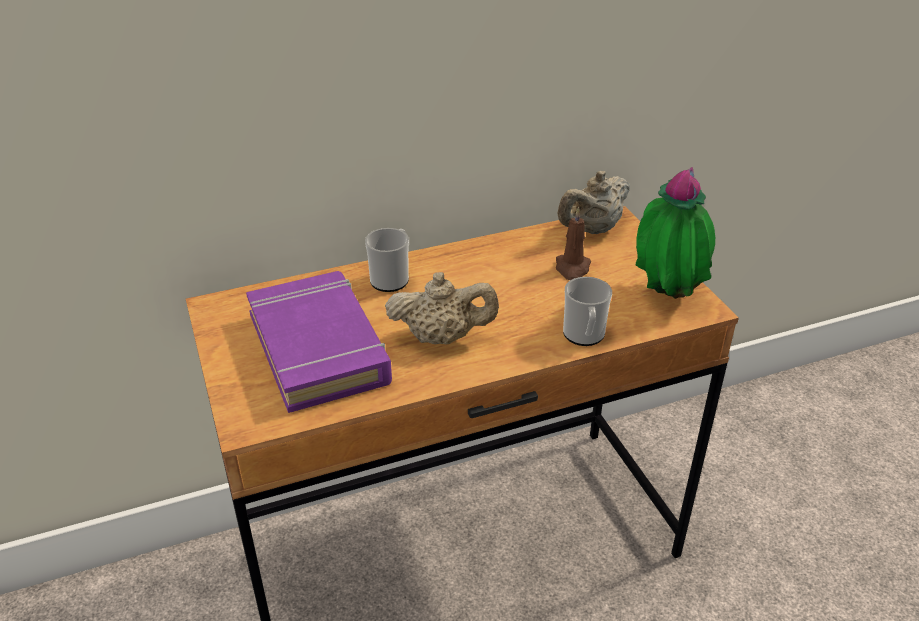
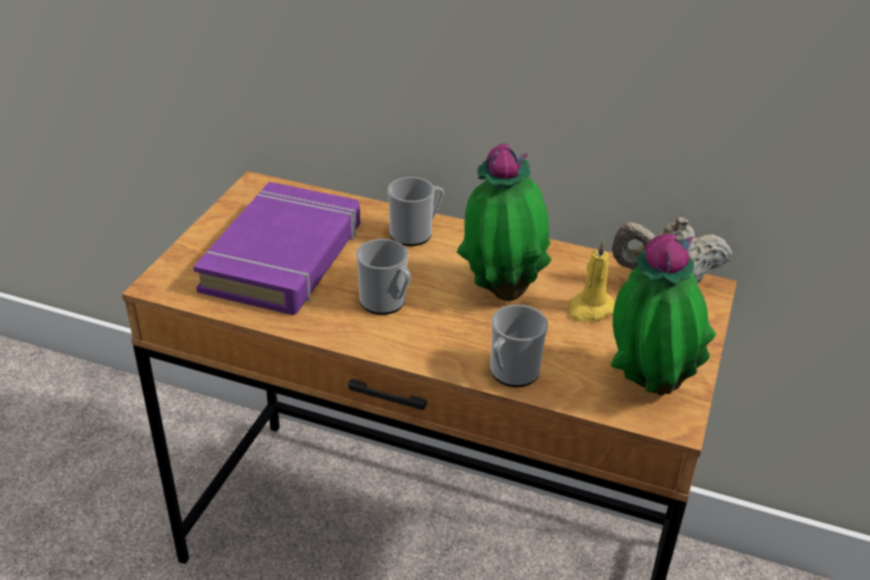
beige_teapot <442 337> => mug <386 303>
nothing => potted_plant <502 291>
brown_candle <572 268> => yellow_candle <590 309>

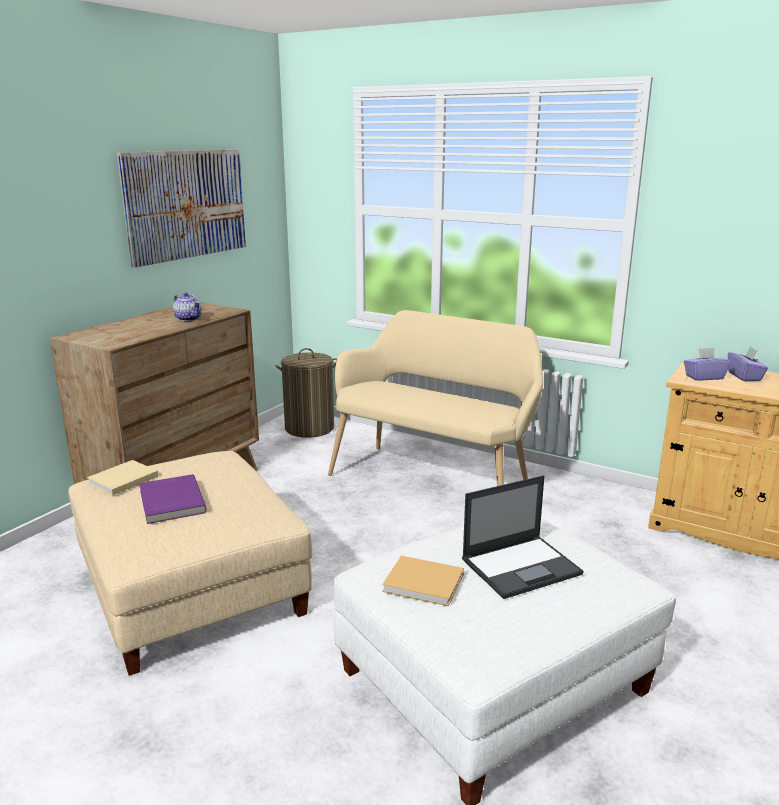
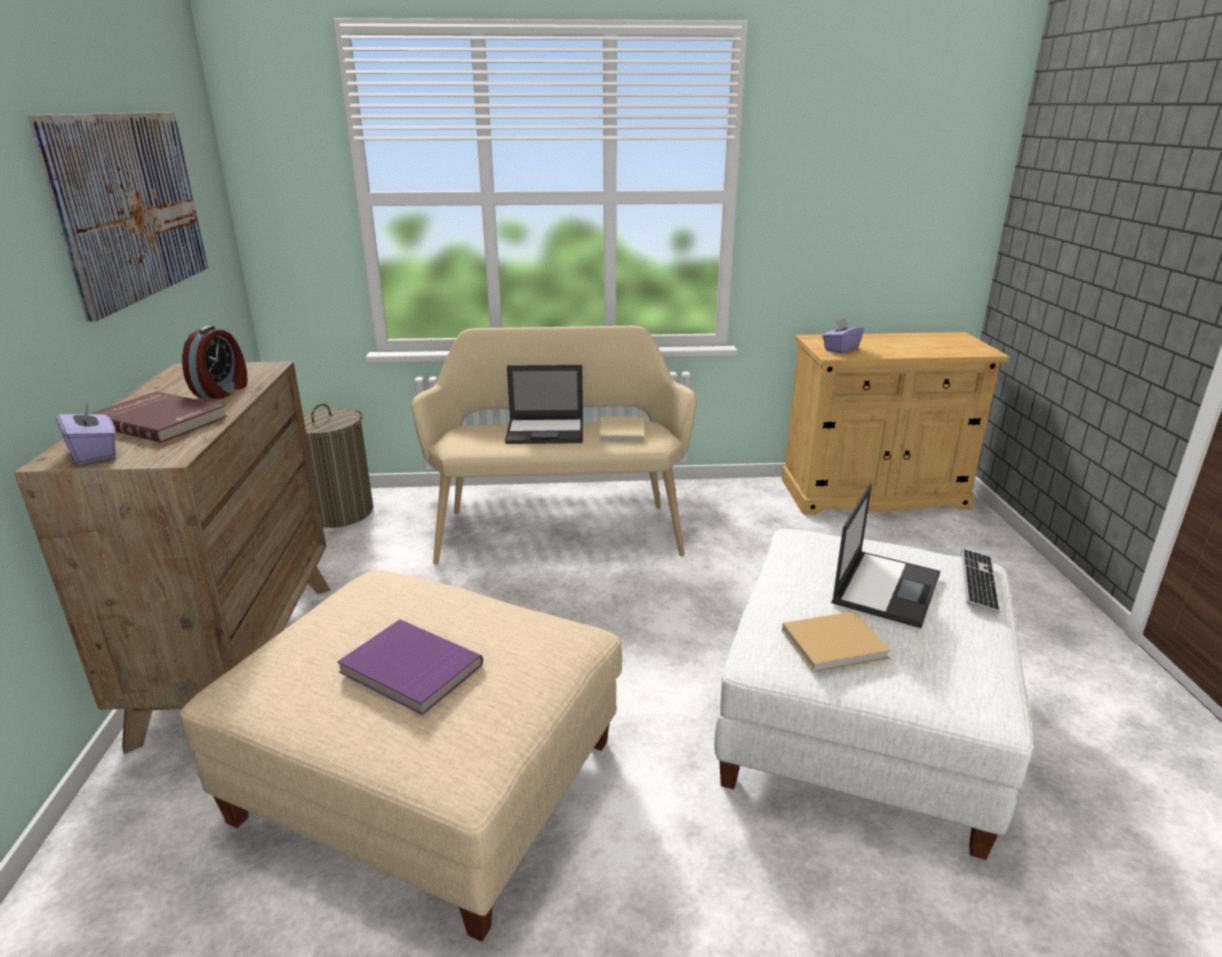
purple_tissue_box <745 376> => purple_tissue_box <94 453>, move
nothing => red_book <161 420>
teapot <188 319> => alarm_clock <222 391>
nothing => laptop <546 431>
beige_book <121 480> => beige_book <622 432>, move
nothing => keyboard <978 582>

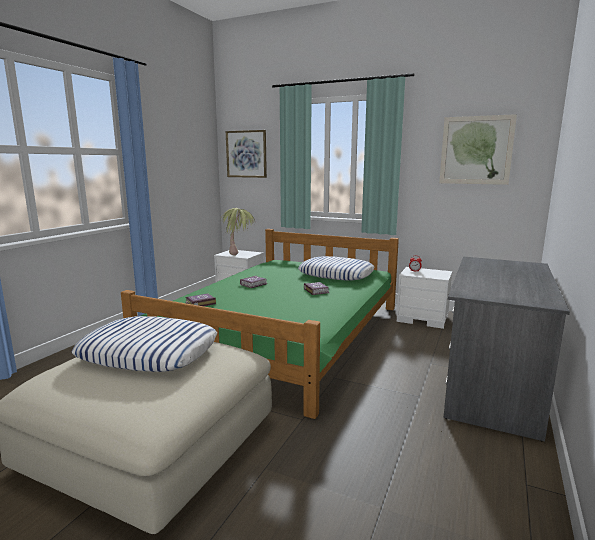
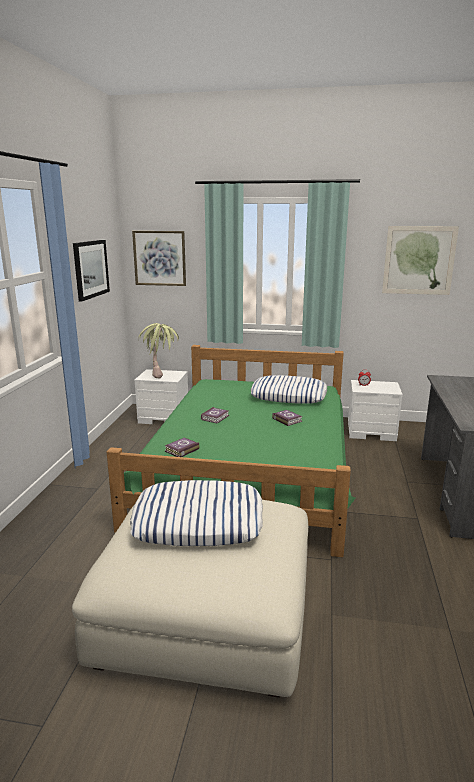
nothing => picture <91 269>

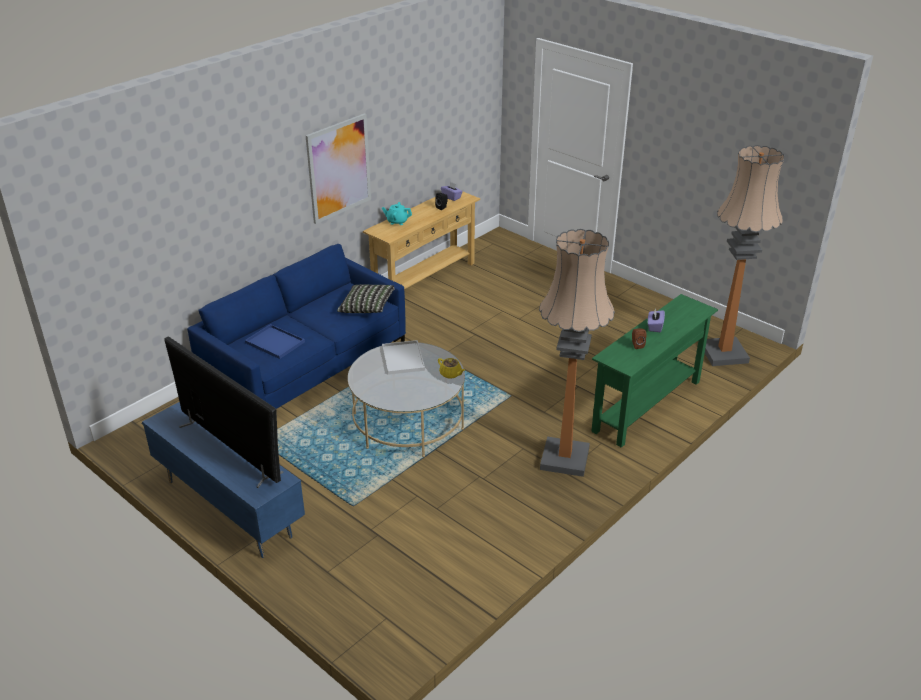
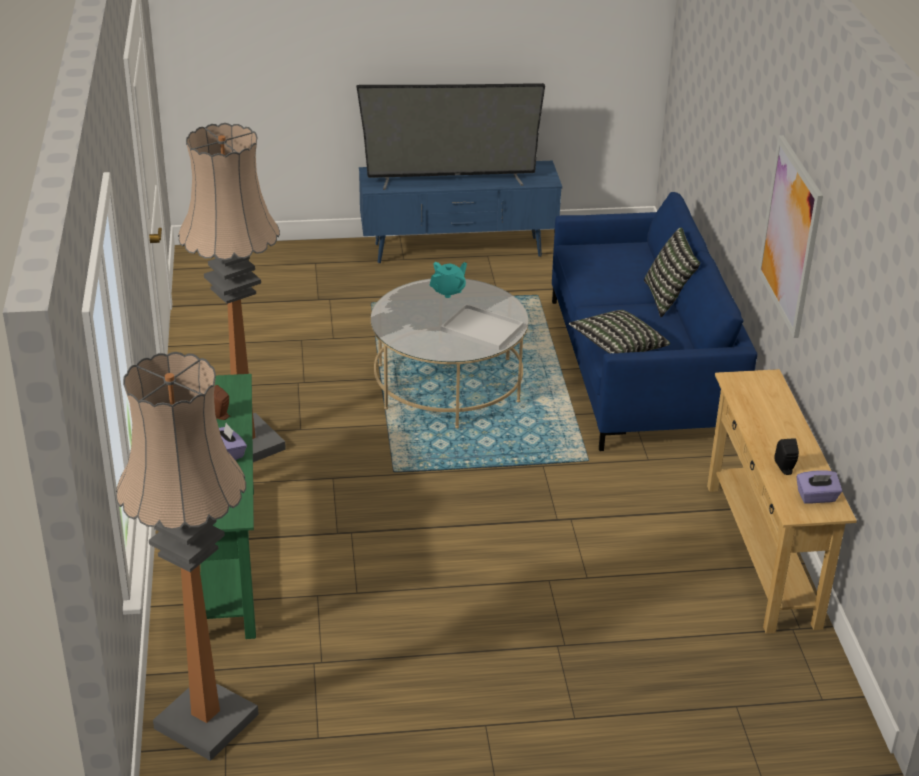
turquoise_teapot <397 221> => turquoise_teapot <448 291>, move
nothing => pillow <668 297>
blue_tray <276 342> => nothing
yellow_teapot <451 374> => nothing

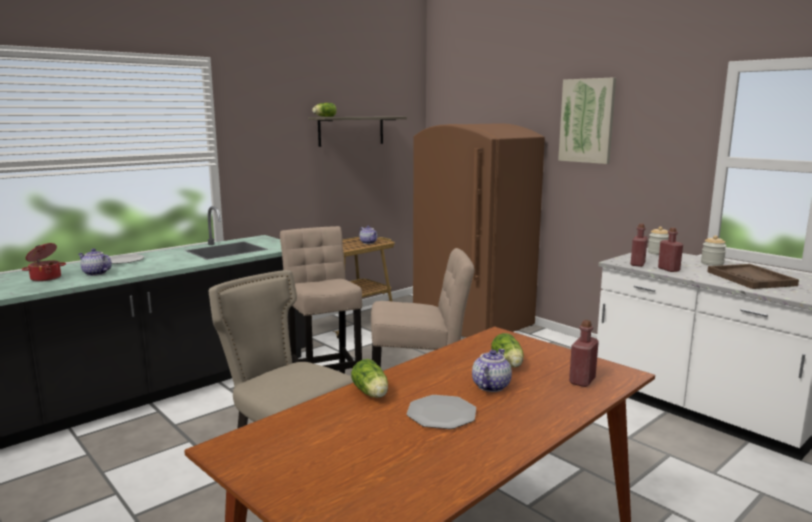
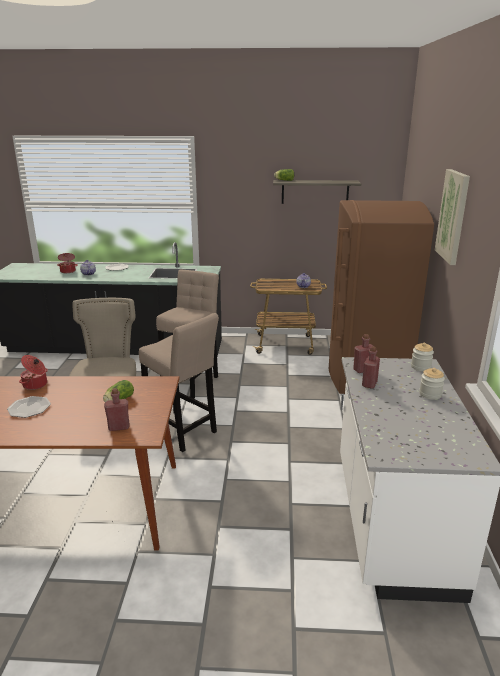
lettuce <371 394> => cooking_pot <35 385>
teapot <490 386> => nothing
brown_tray <751 278> => nothing

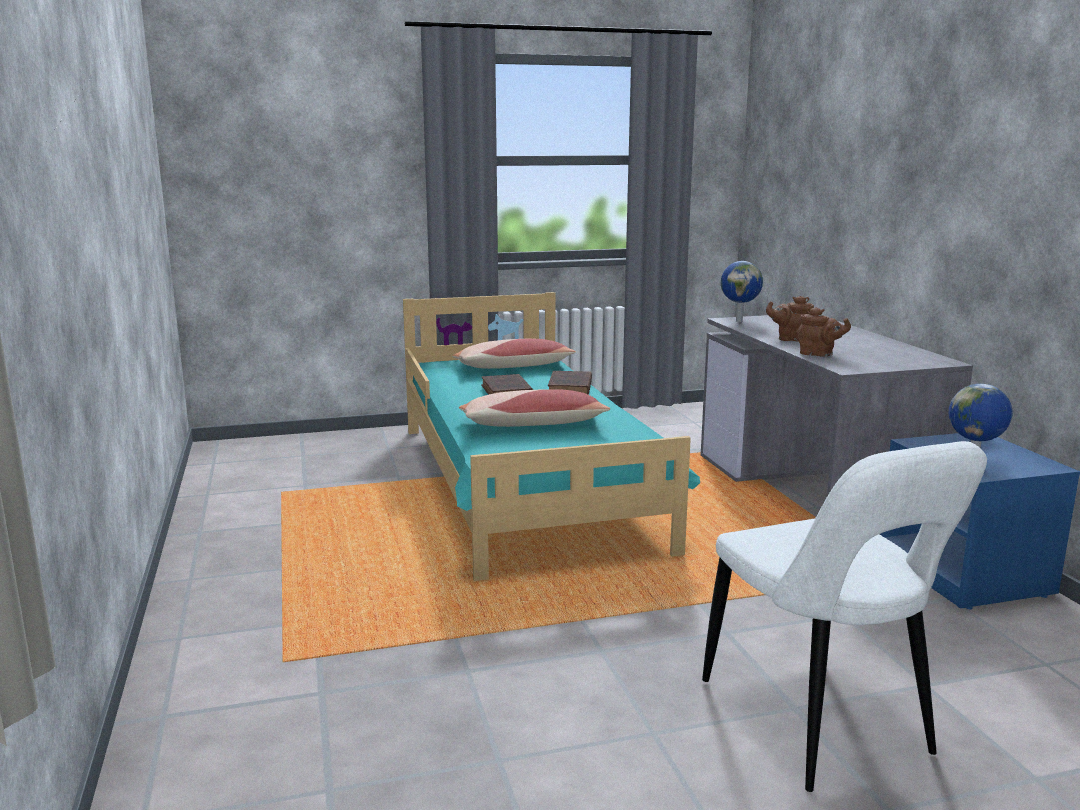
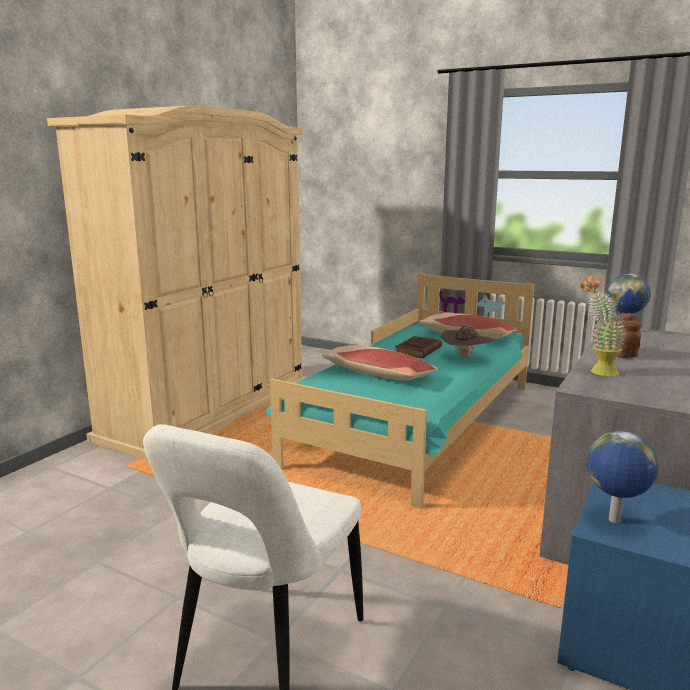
nothing => beige_wardrobe <209 409>
brown_book <570 388> => brown_hat <465 358>
brown_teapot <819 354> => potted_plant <596 371>

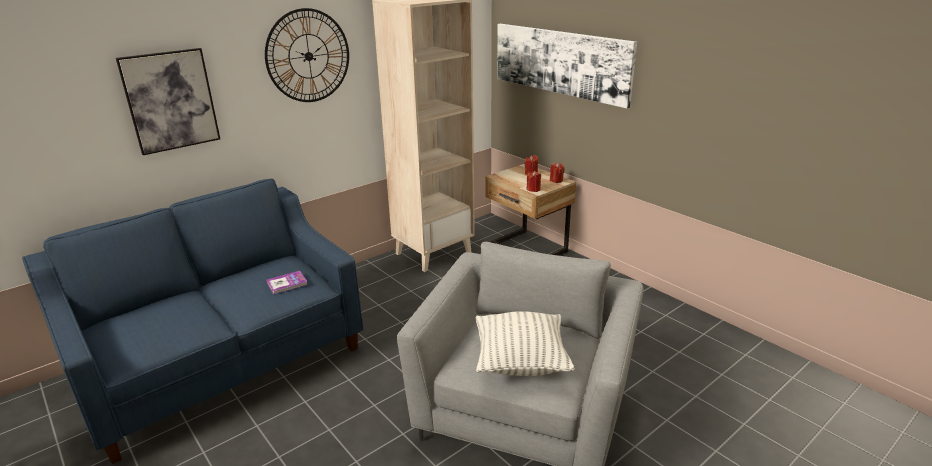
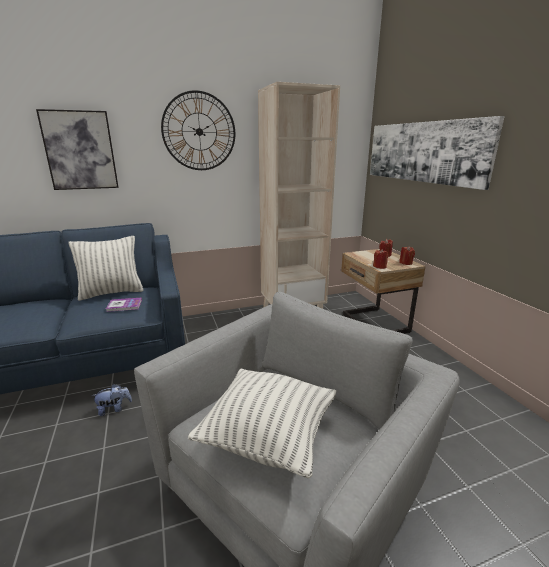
nothing => pillow <112 293>
nothing => plush_toy <114 409>

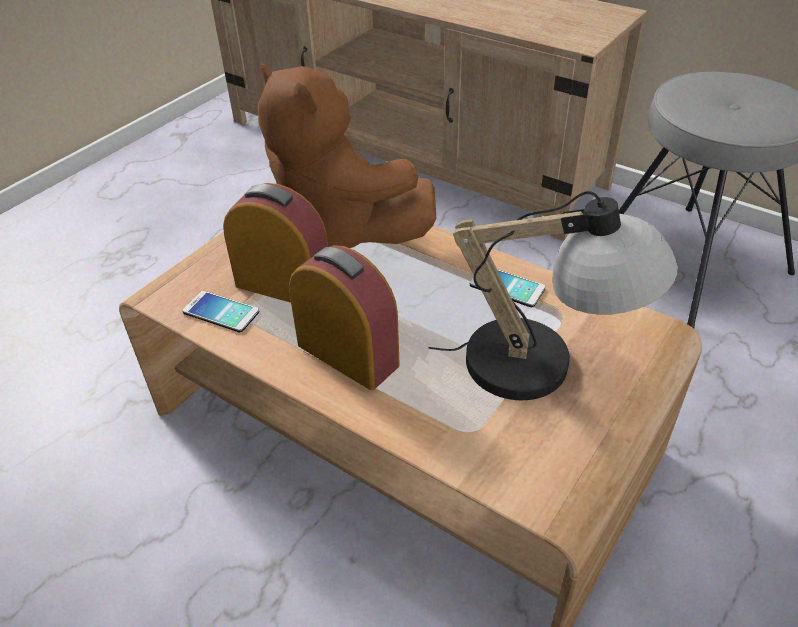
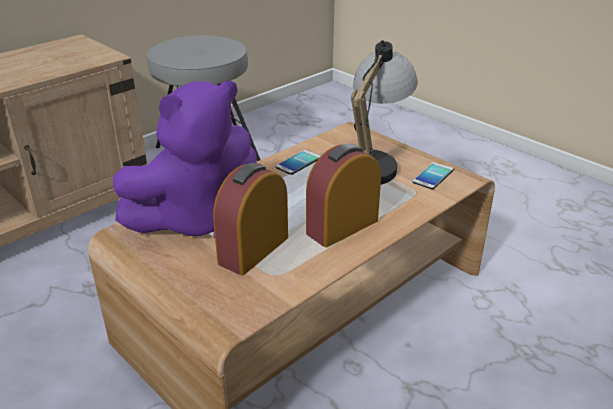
brown_plush_toy <340 231> => purple_plush_toy <197 218>
phone <221 312> => phone <433 176>, move

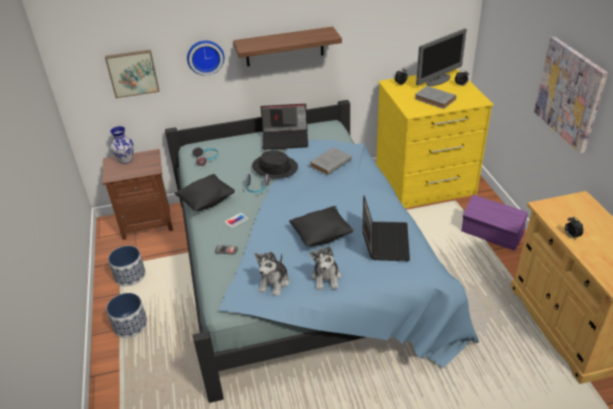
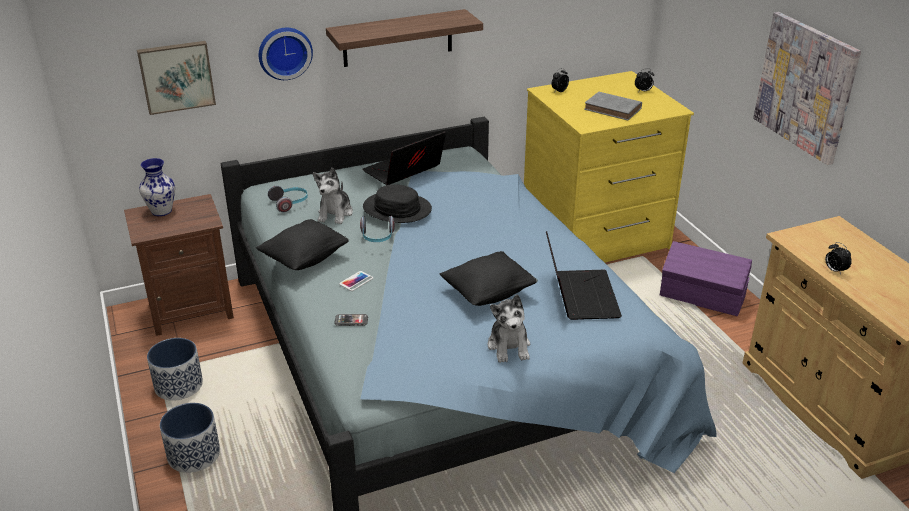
plush_toy <274 283> => plush_toy <335 213>, move
laptop <286 138> => laptop <403 171>, 150 degrees clockwise
grey_book <329 164> => nothing
monitor <438 80> => nothing

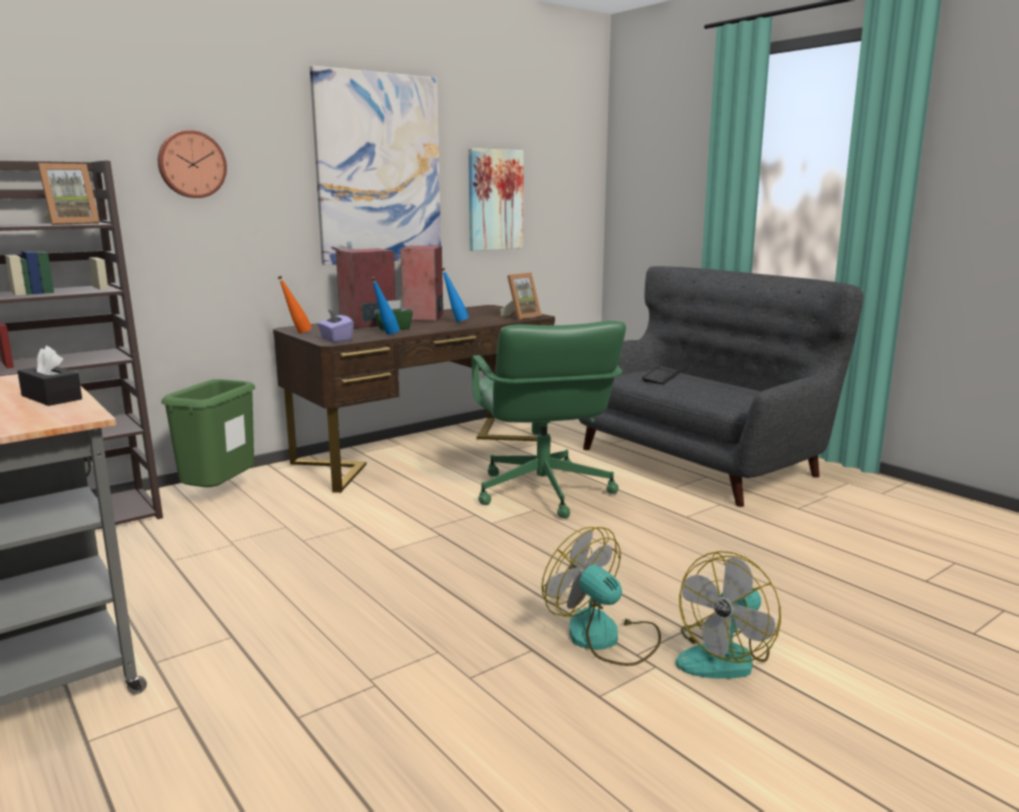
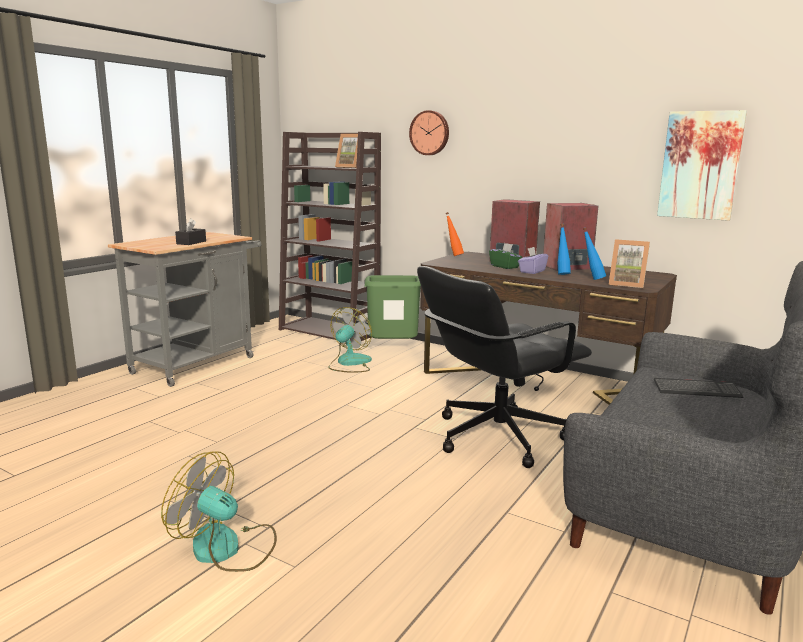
fan <605 638> => fan <349 363>, move
green_office_chair <542 492> => black_office_chair <496 436>
purple_tissue_box <335 339> => purple_tissue_box <532 271>, move
blue_bottle <386 334> => blue_bottle <591 279>, move
picture <378 169> => nothing

